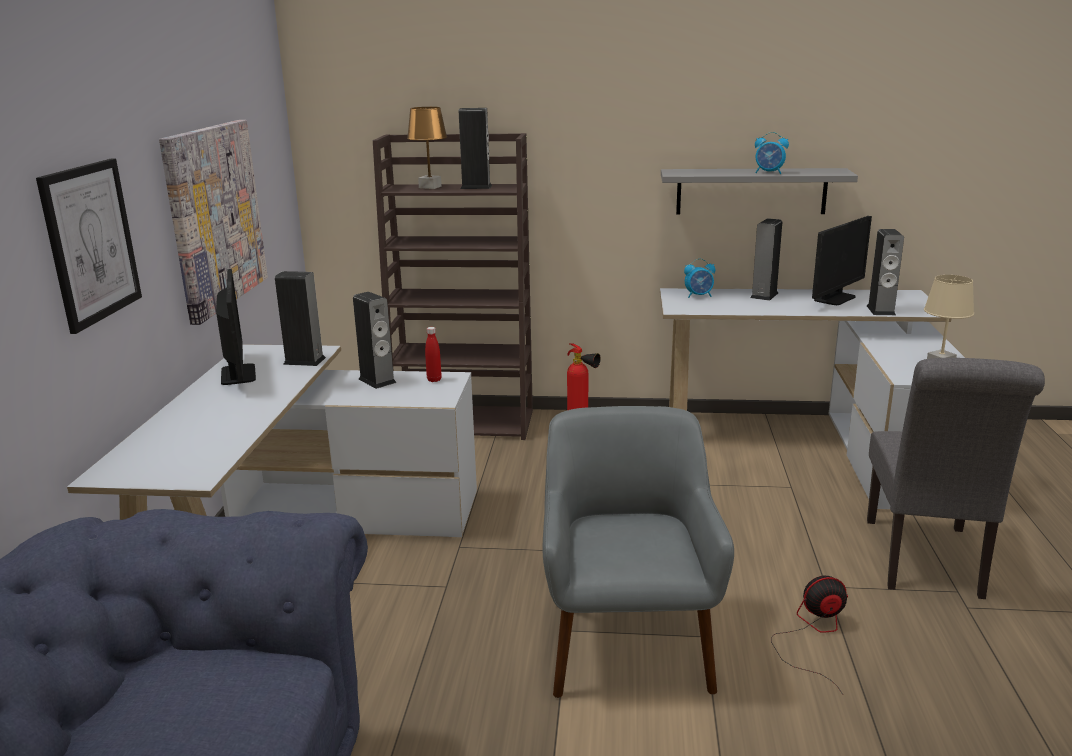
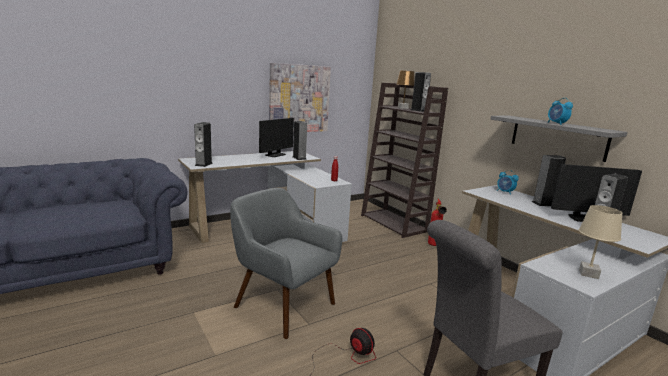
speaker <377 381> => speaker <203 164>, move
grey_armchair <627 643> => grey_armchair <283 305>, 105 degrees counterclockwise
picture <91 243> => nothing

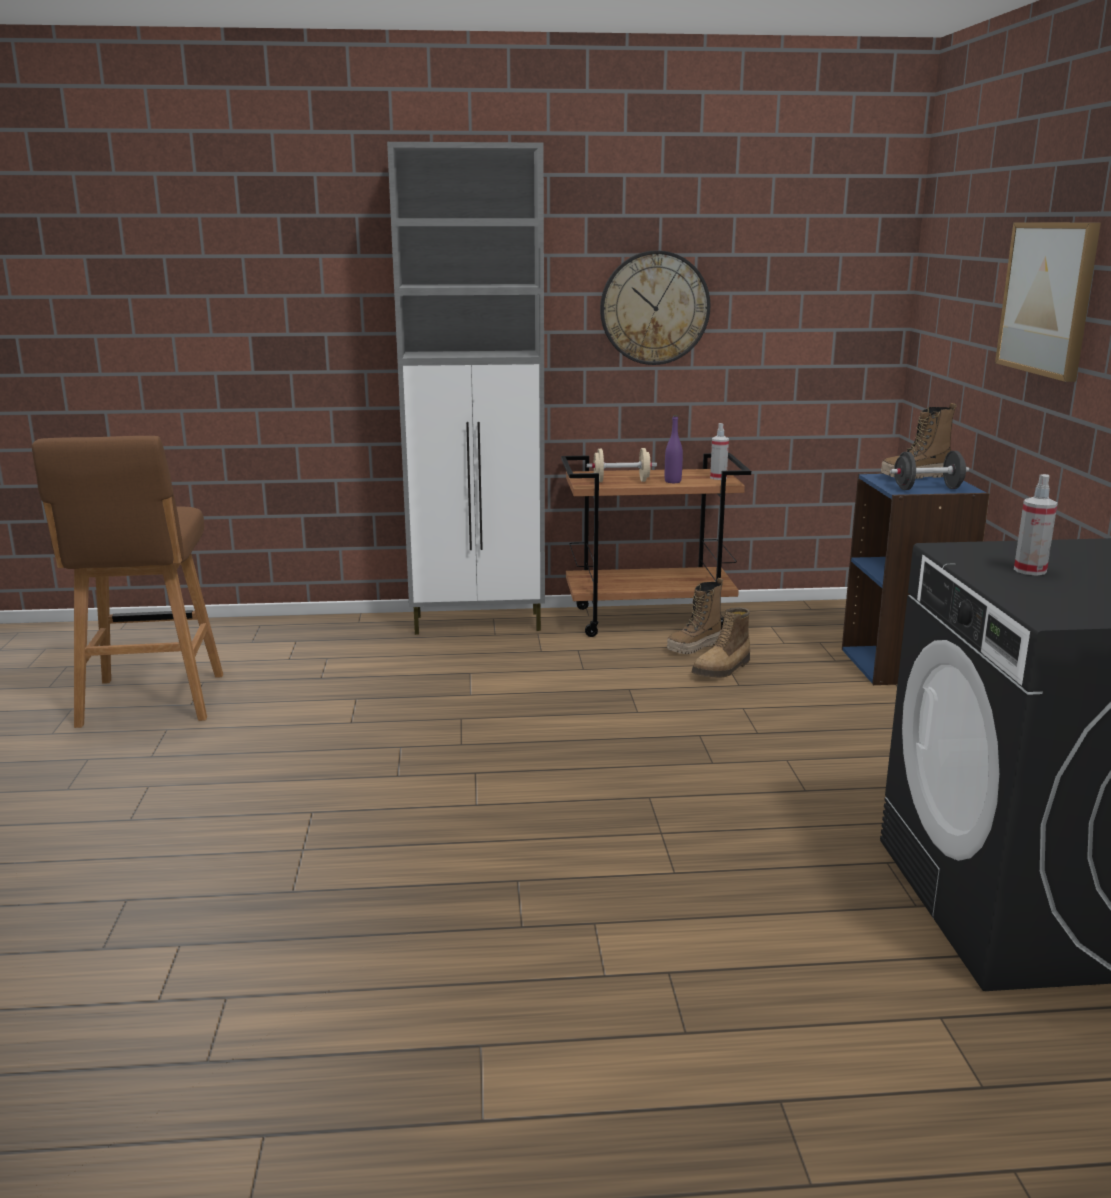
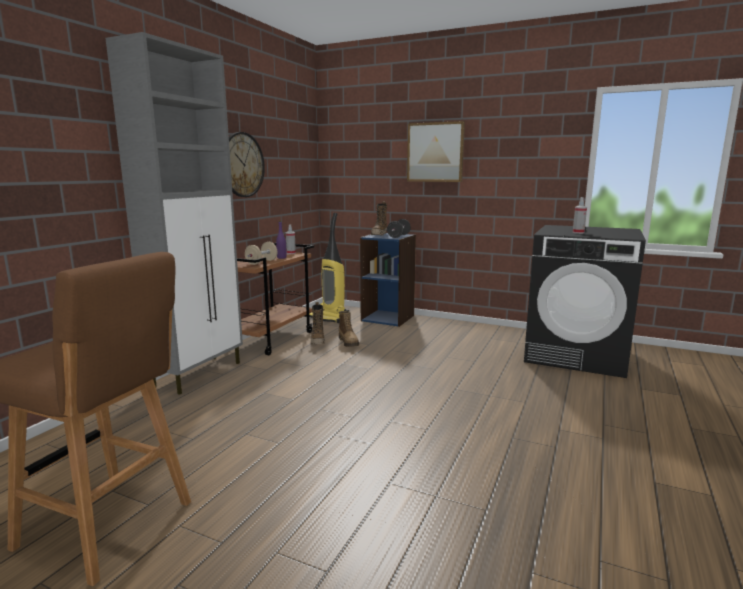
nothing => vacuum_cleaner <329 317>

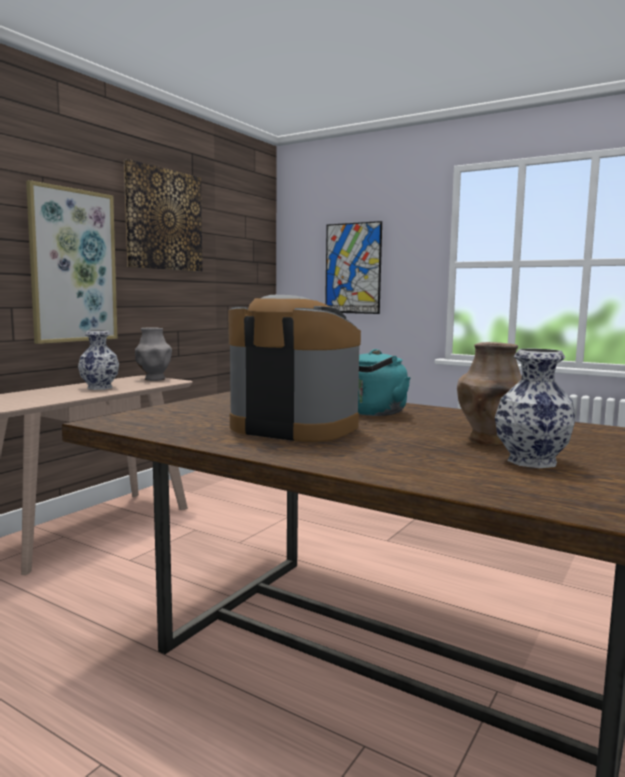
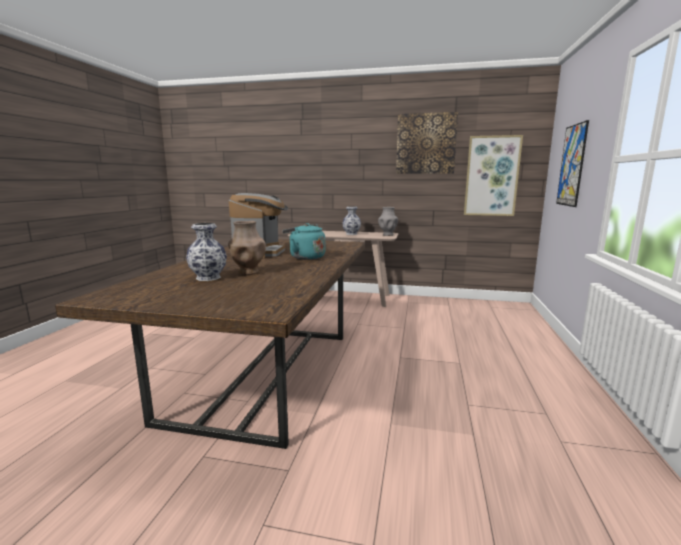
picture <73 266> => picture <491 176>, move

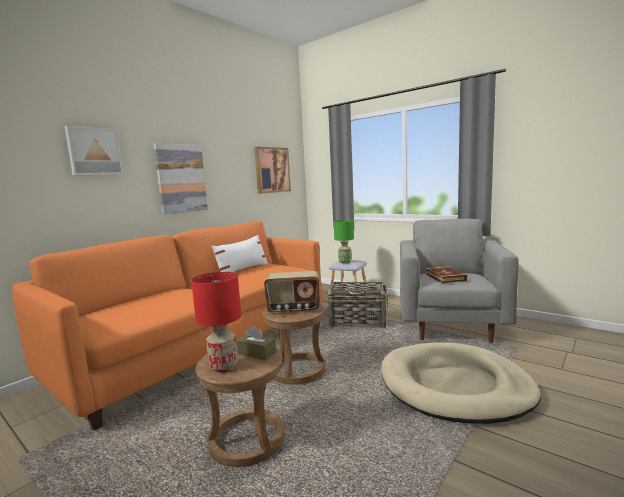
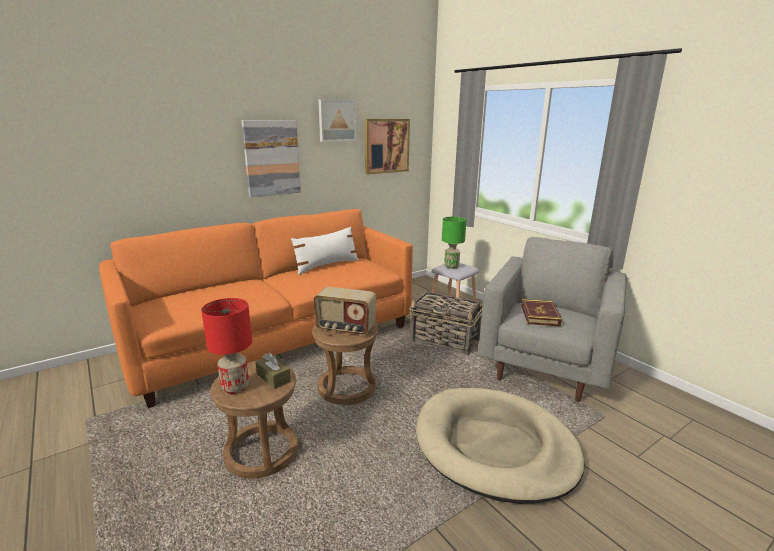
picture <94 151> => picture <336 120>, move

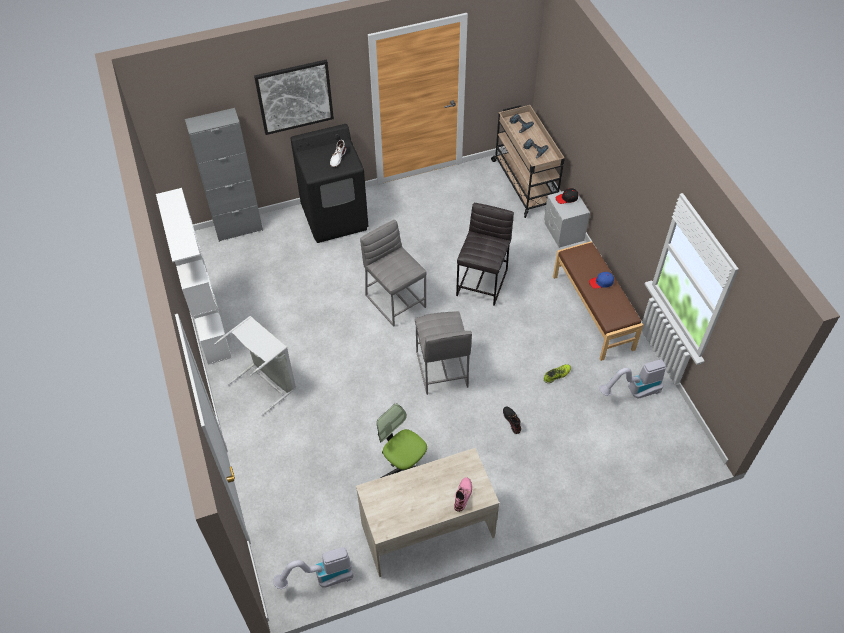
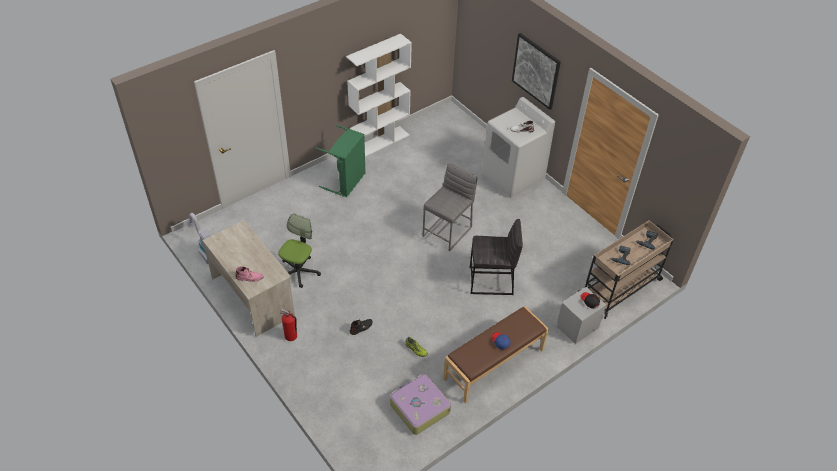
nothing => fire_extinguisher <291 336>
grey_laundry_basket <267 382> => green_laundry_basket <346 182>
vacuum_cleaner <633 392> => suitcase <419 408>
black_washing_machine <335 217> => white_washing_machine <513 177>
grey_cabinet <238 229> => nothing
grey_stool <441 370> => nothing

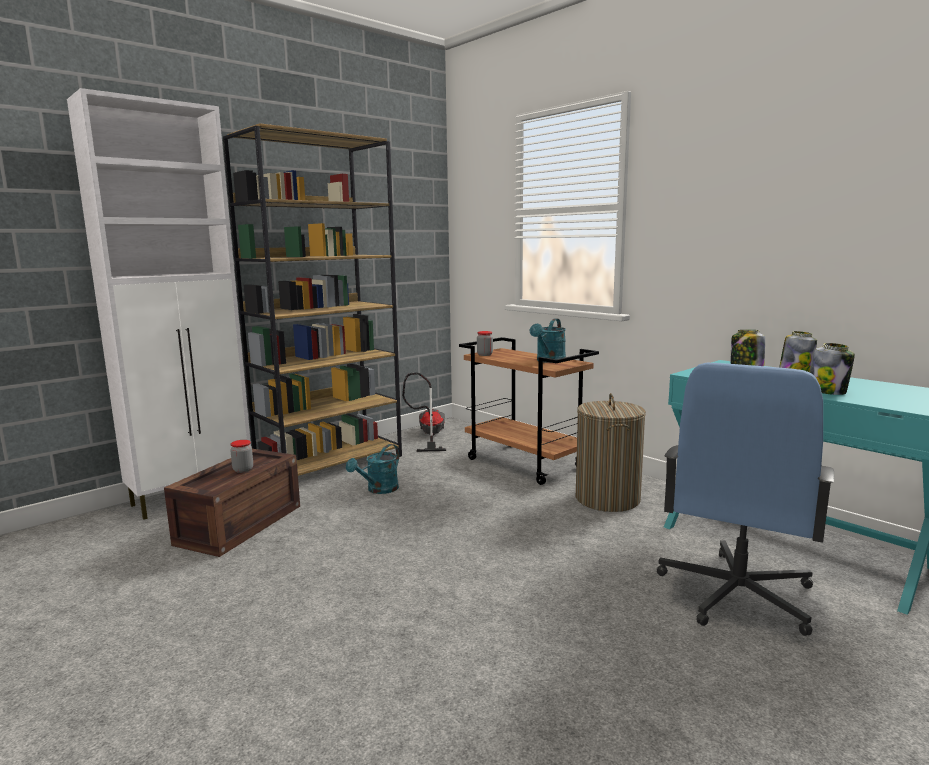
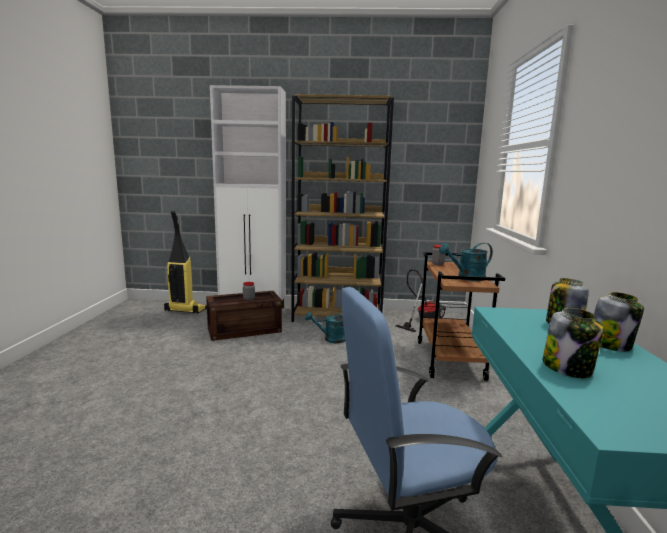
nothing => vacuum_cleaner <185 310>
laundry_basket <607 499> => nothing

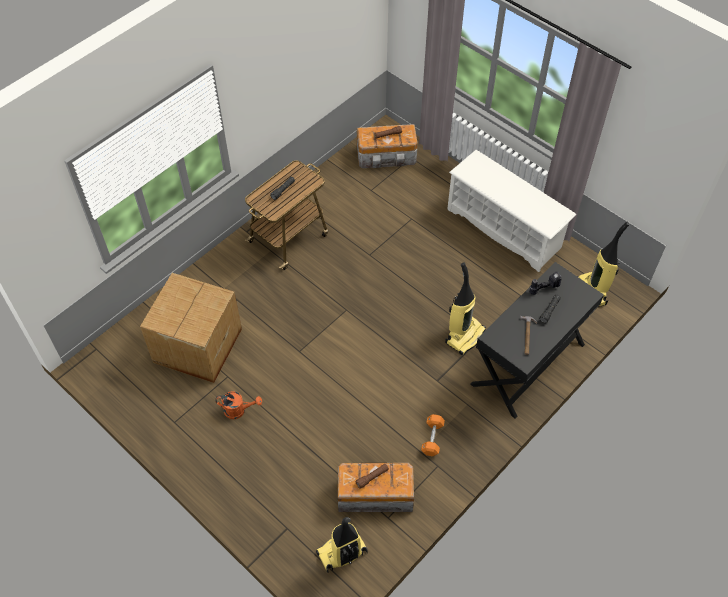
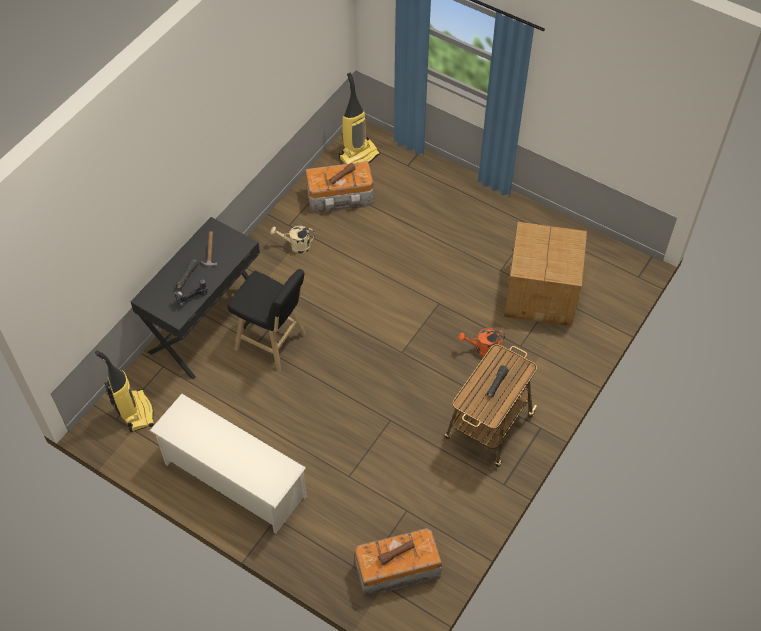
vacuum_cleaner <464 335> => black_stool <273 343>
orange_dumbbell <432 438> => beige_watering_can <296 245>
orange_watering_can <238 410> => orange_watering_can <482 349>, move

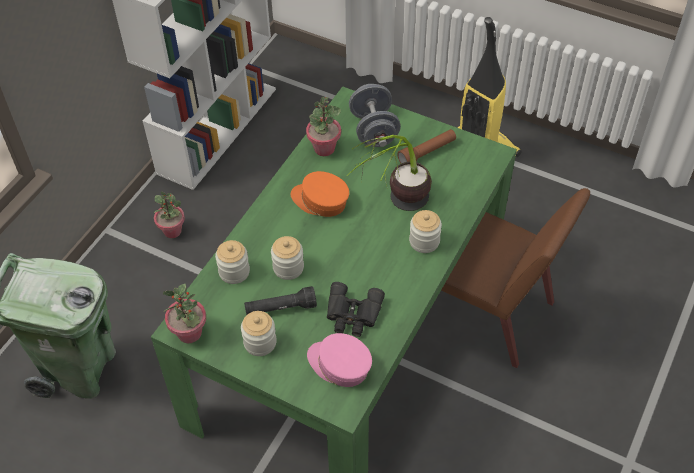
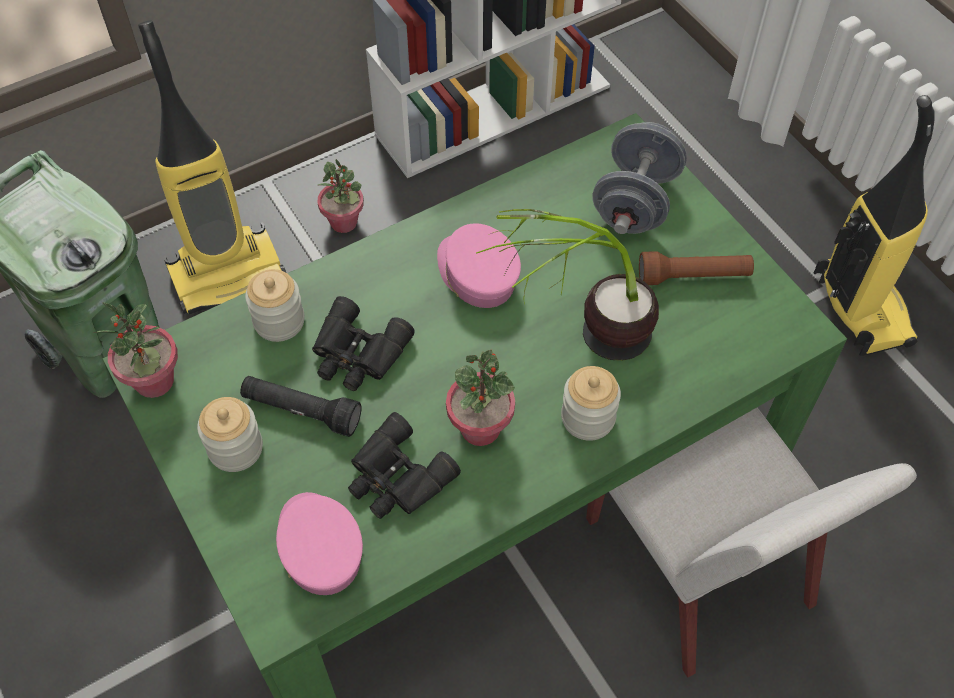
nothing => vacuum_cleaner <227 273>
jar <288 267> => black_binoculars <357 354>
orange_cap <320 201> => pink_cap <476 274>
potted_plant <324 148> => potted_plant <480 428>, move
brown_chair <487 312> => white_chair <700 564>

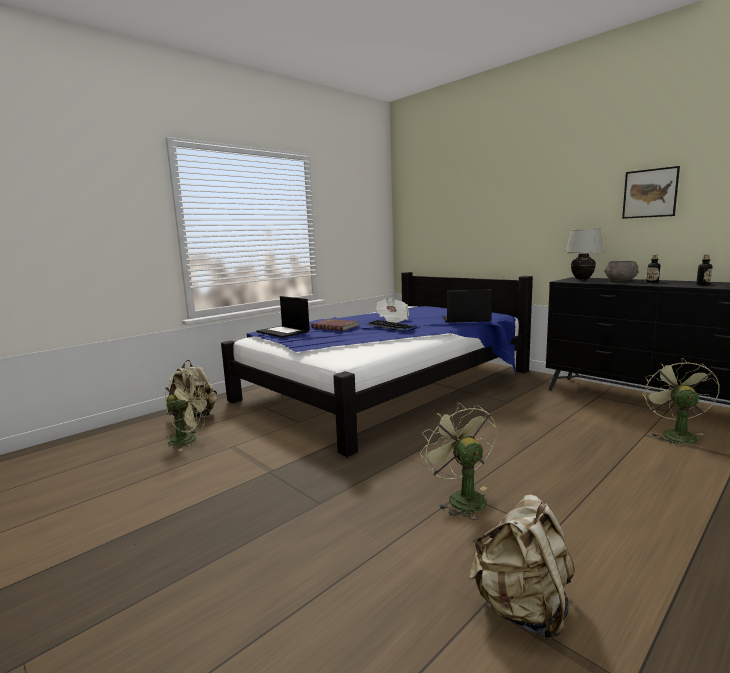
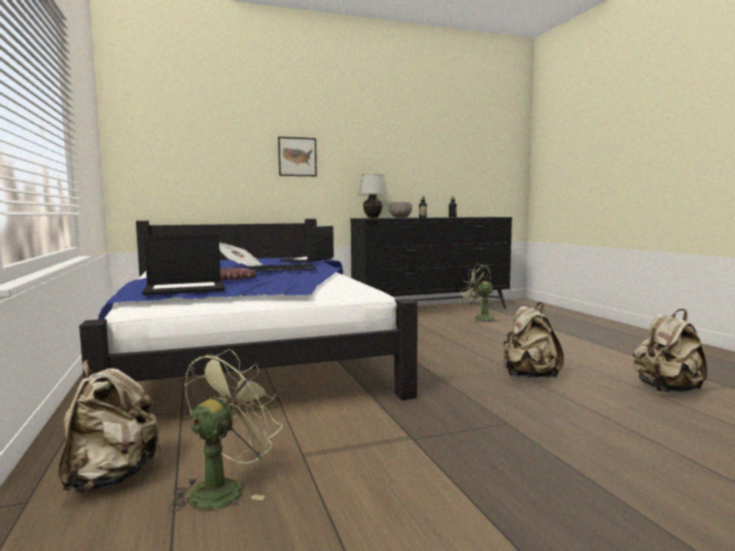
picture <650 193> => picture <297 156>, move
green_fan <460 497> => beige_backpack <528 376>

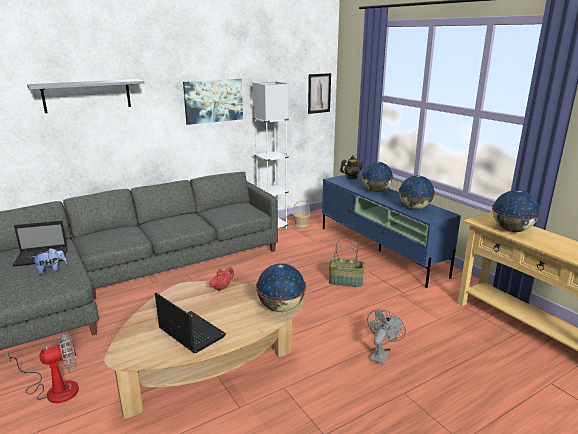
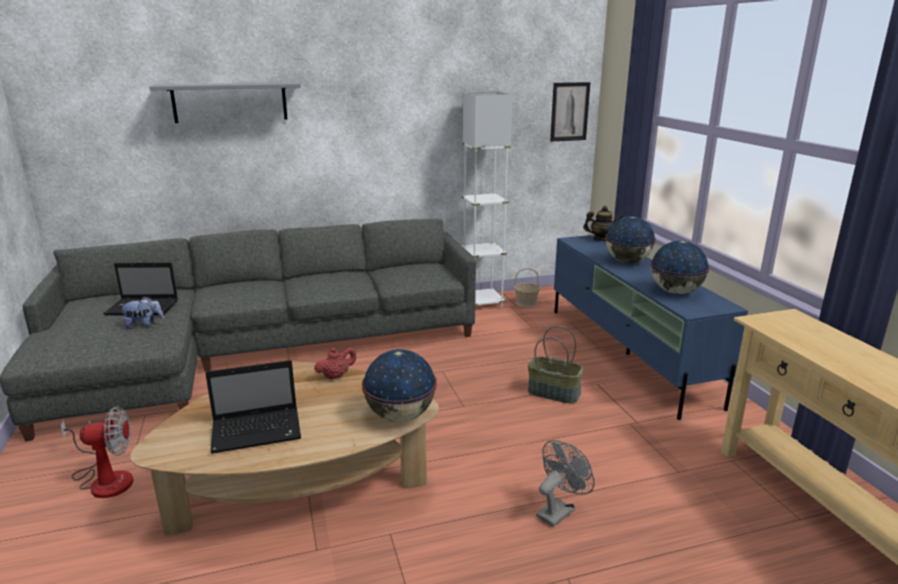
laptop <190 332> => laptop <258 431>, 105 degrees clockwise
picture <213 101> => nothing
globe <511 230> => nothing

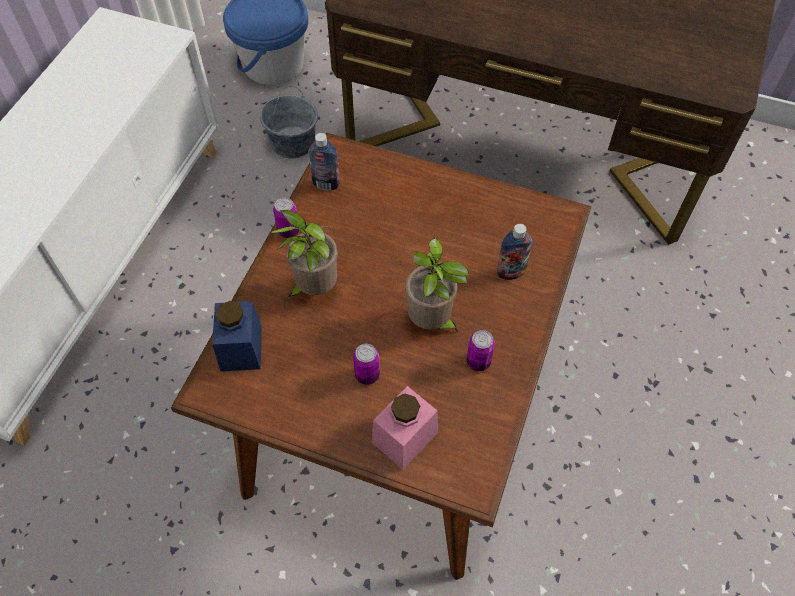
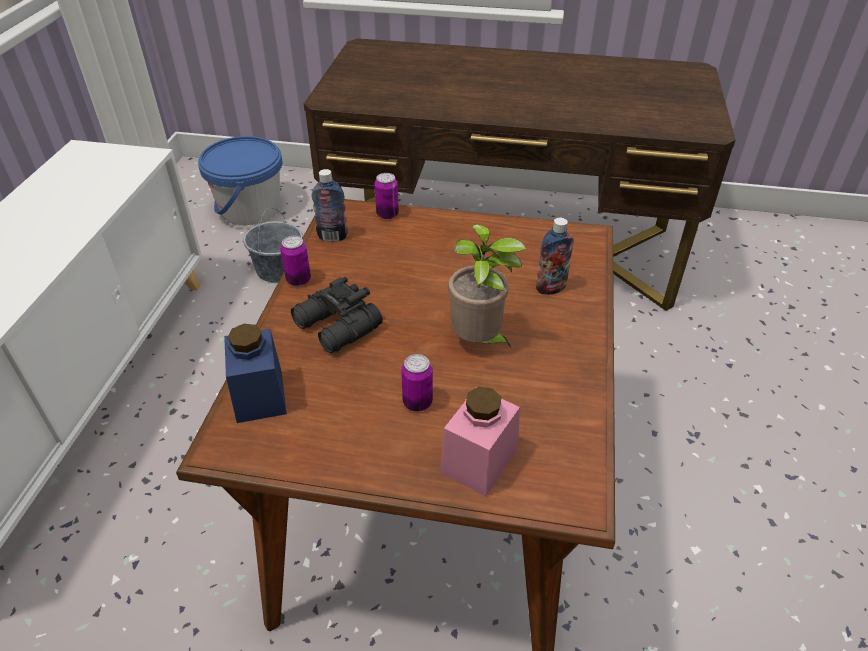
potted_plant <314 288> => black_binoculars <337 327>
can <478 362> => can <387 214>, move

